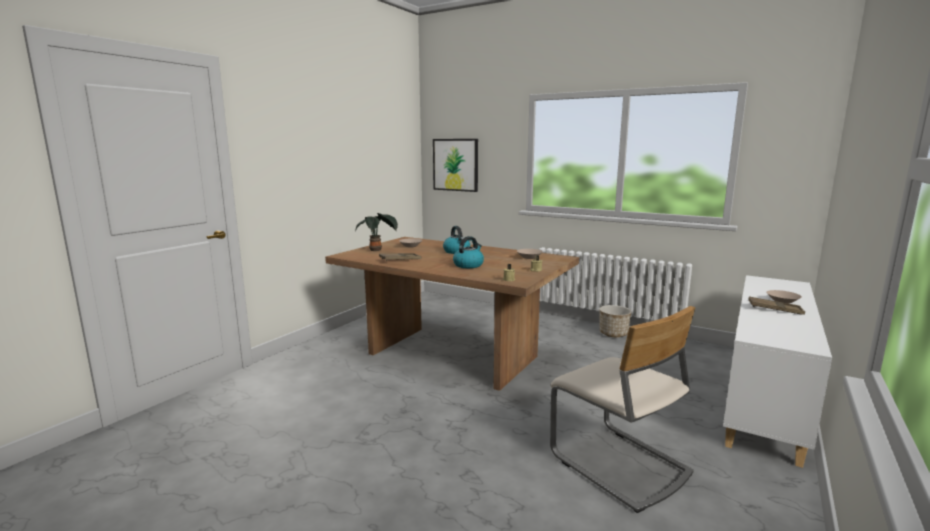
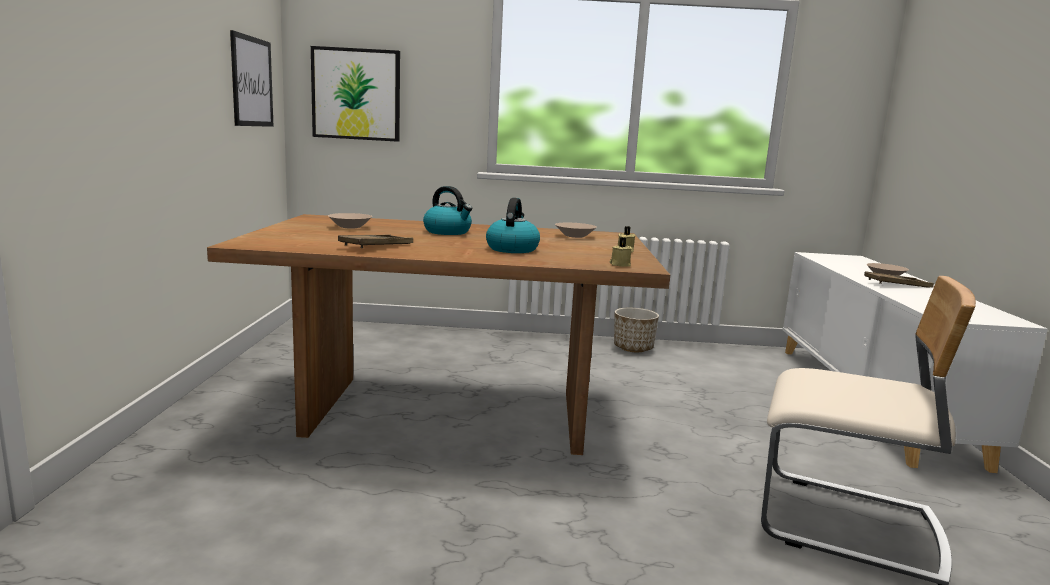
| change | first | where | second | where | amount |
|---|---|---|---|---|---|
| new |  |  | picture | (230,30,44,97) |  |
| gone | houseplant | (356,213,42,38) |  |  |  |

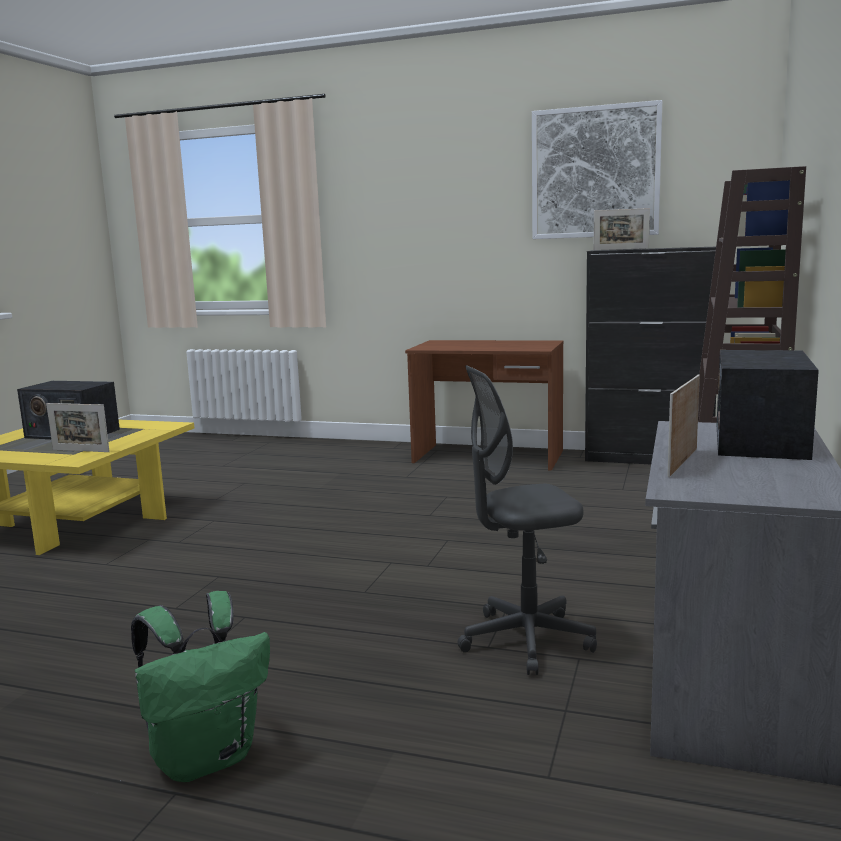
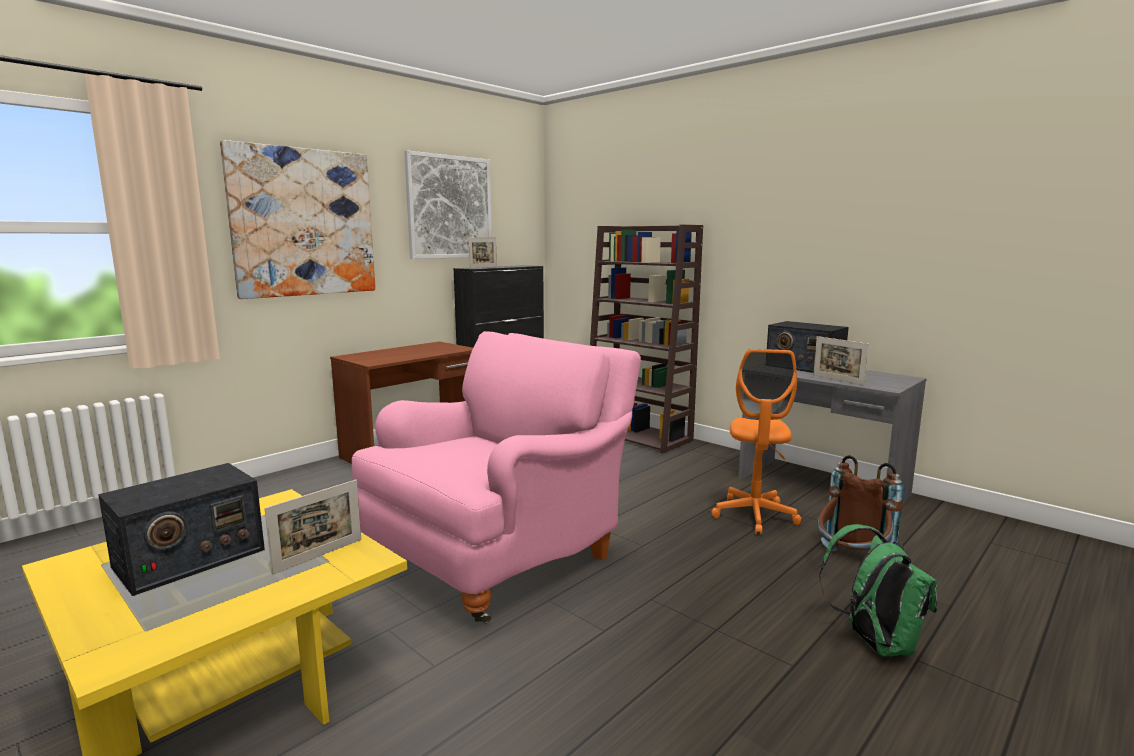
| change | first | where | second | where | amount |
|---|---|---|---|---|---|
| new |  |  | picture | (220,140,156,159) |  |
| new |  |  | armchair (pinkish) | (352,331,289,293) |  |
| repainted | office chair (gray) | (457,366,140,309) | office chair (orange) | (711,349,90,186) |  |
| new |  |  | rucksack (brown) | (818,455,86,98) |  |

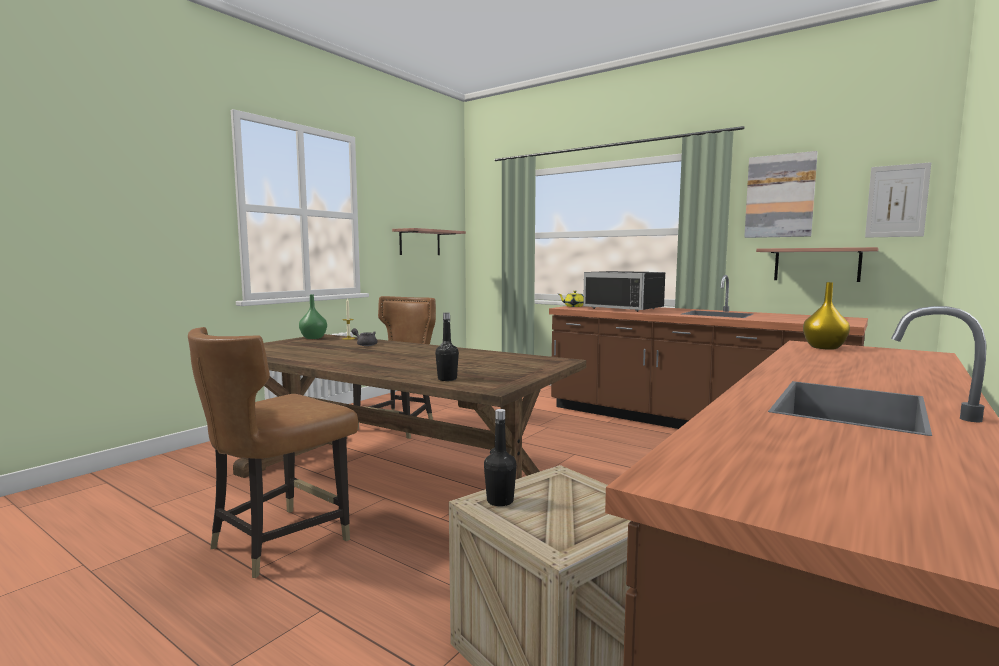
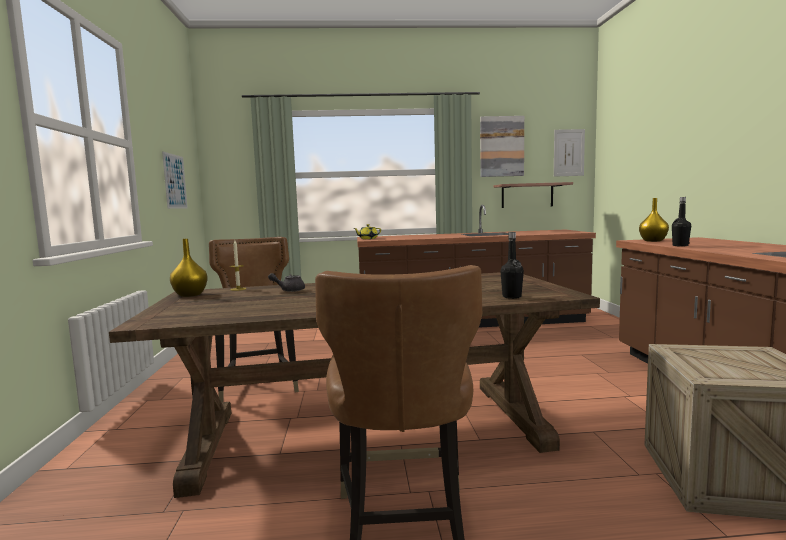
| change | first | where | second | where | amount |
|---|---|---|---|---|---|
| swapped | shelf | (392,228,74,27) | picture | (162,151,26,58) |  |
| repainted | flower vase (green) | (299,294,28,45) | flower vase (yellow-coloured) | (170,239,38,58) |  |
| shifted | drink bottle (black-coloured) | (484,409,33,97) |  | (672,197,19,49) |  |
| gone | microwave oven (black-coloured) | (583,271,82,41) |  |  |  |

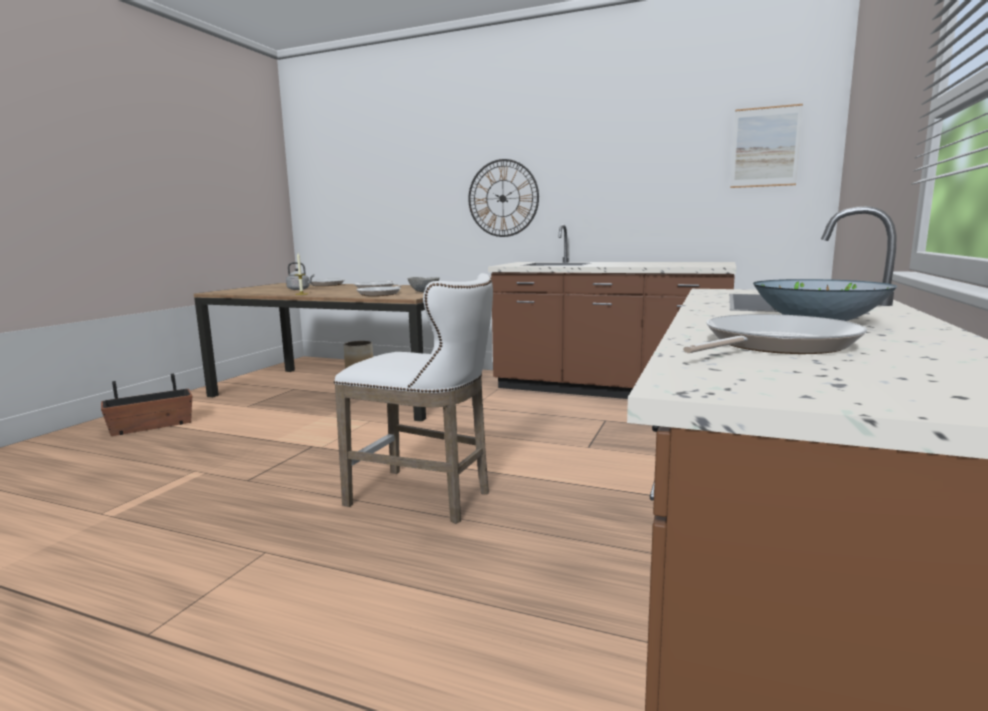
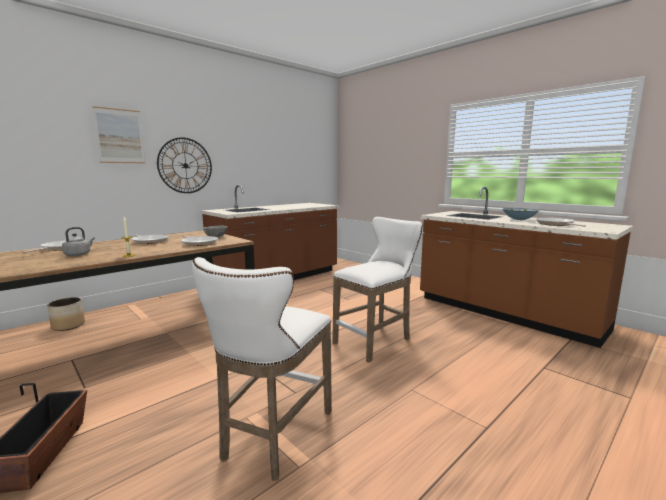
| change | first | where | second | where | amount |
|---|---|---|---|---|---|
| shifted | picture | (730,104,73,84) |  | (92,106,53,57) |  |
| new |  |  | stool (whitish) | (192,257,140,224) |  |

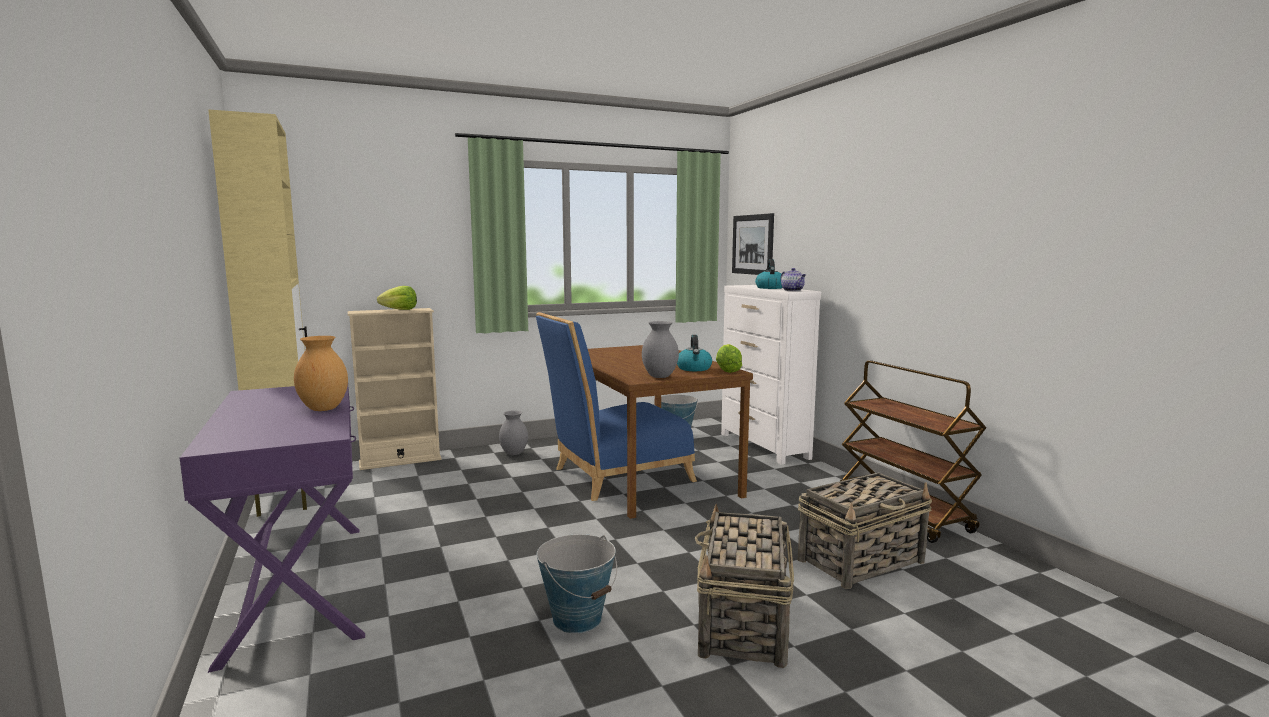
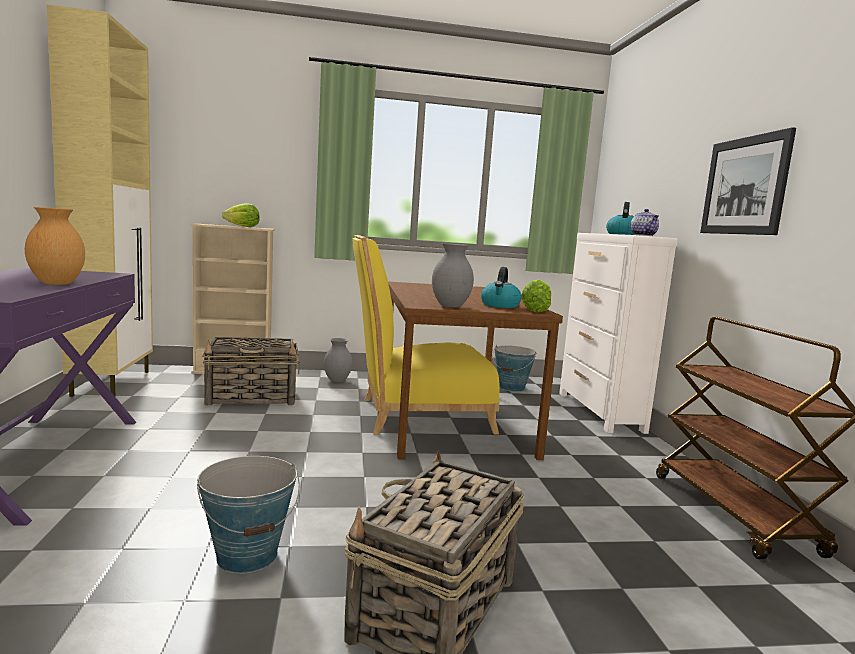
| change | first | where | second | where | amount |
|---|---|---|---|---|---|
| shifted | storage basket | (798,473,134,116) |  | (202,337,97,69) |  |
| repainted | upright chair (blue-coloured) | (536,312,161,189) | upright chair (yellow-coloured) | (352,235,148,200) |  |
| shifted | picture | (732,213,42,62) |  | (700,127,96,108) |  |

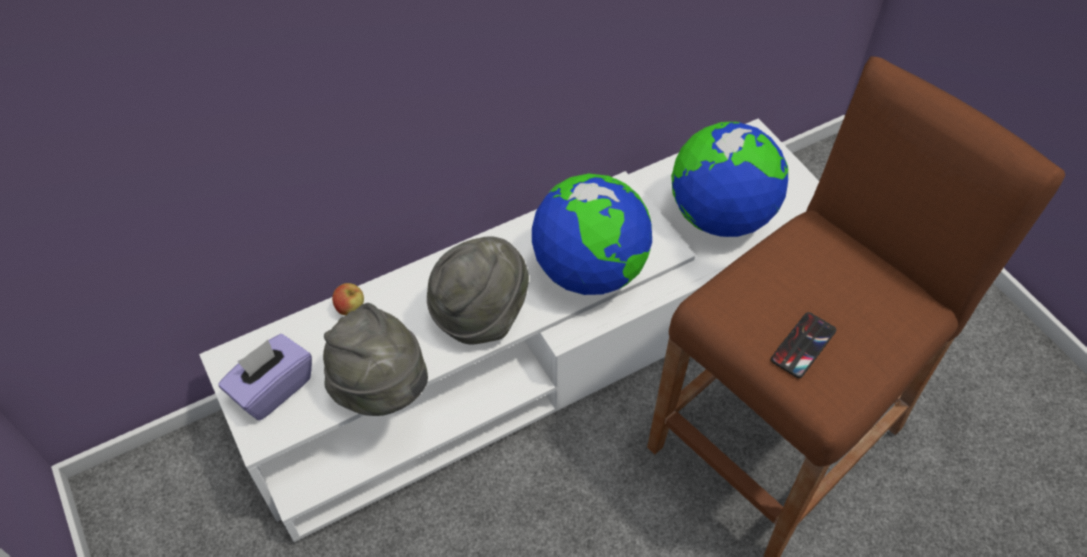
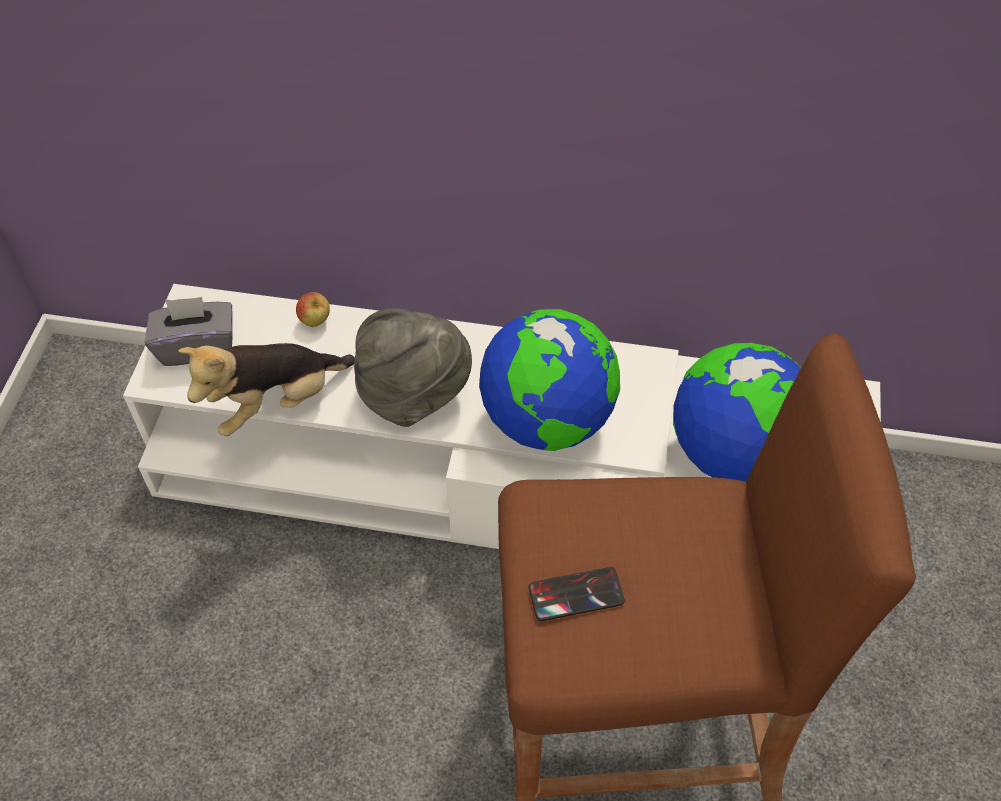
| change | first | where | second | where | amount |
|---|---|---|---|---|---|
| repainted | tissue holder (purple-coloured) | (218,334,94,86) | tissue holder (gray) | (145,297,88,69) |  |
| swapped | hat (gray) | (323,303,105,113) | soft toy | (178,343,177,93) |  |

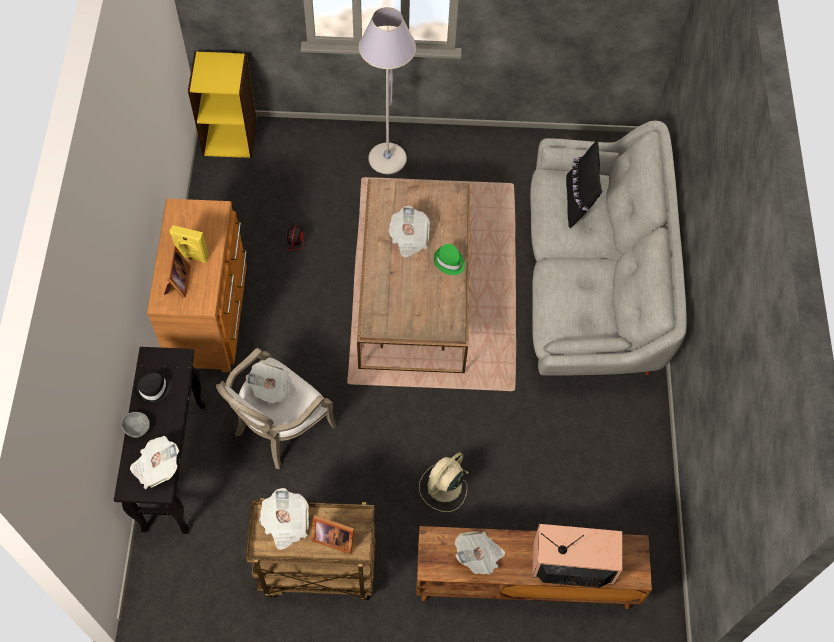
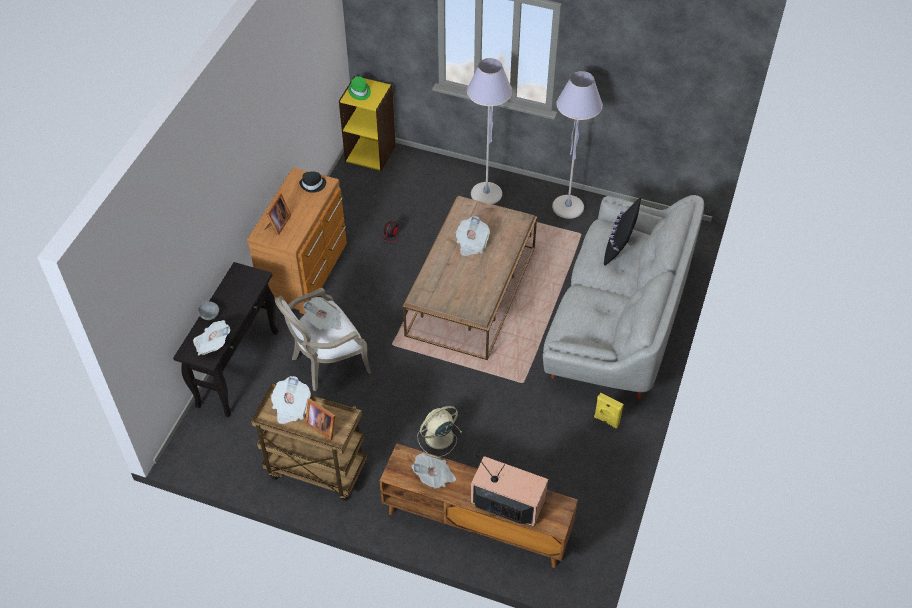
| change | first | where | second | where | amount |
|---|---|---|---|---|---|
| shifted | hat (black-coloured) | (135,373,36,31) |  | (299,172,27,21) |  |
| shifted | hat (green) | (434,244,31,31) |  | (348,77,23,23) |  |
| new |  |  | standard lamp (gray) | (552,71,51,148) |  |
| shifted | loudspeaker (yellow-coloured) | (170,225,39,38) |  | (594,393,30,35) |  |

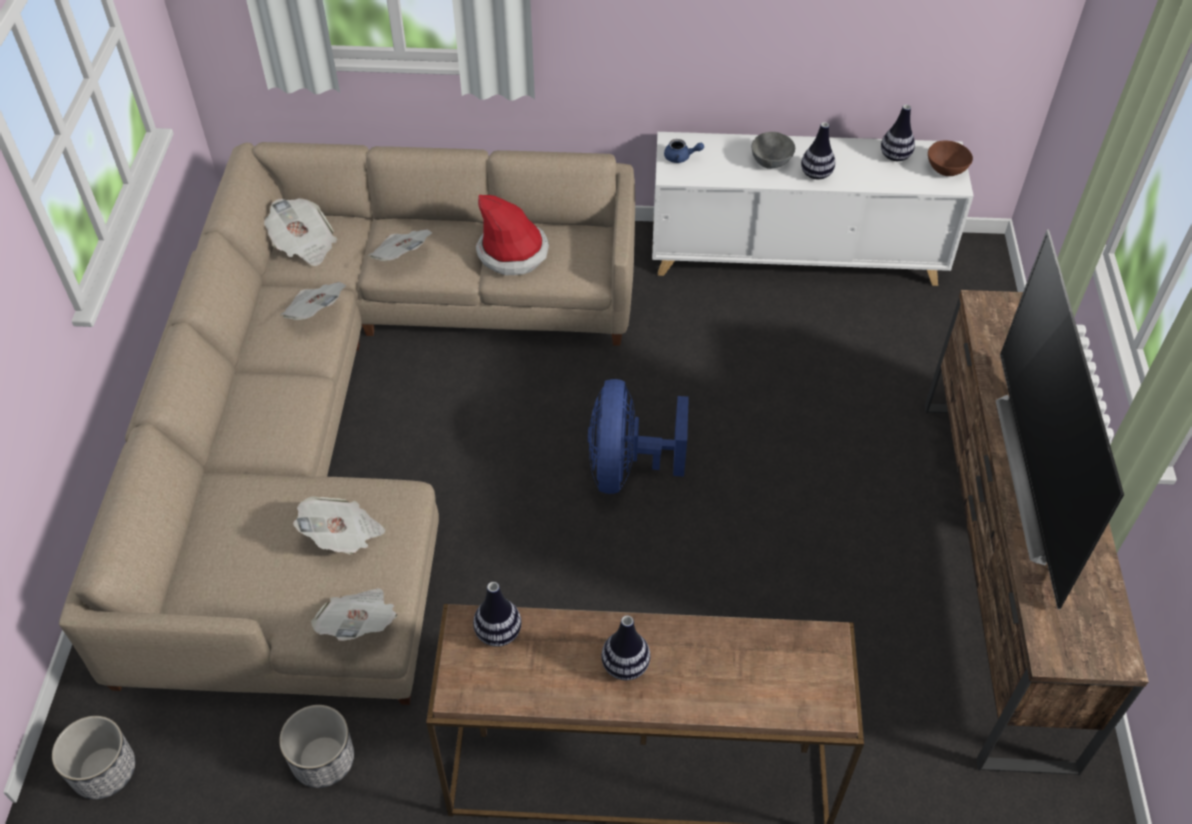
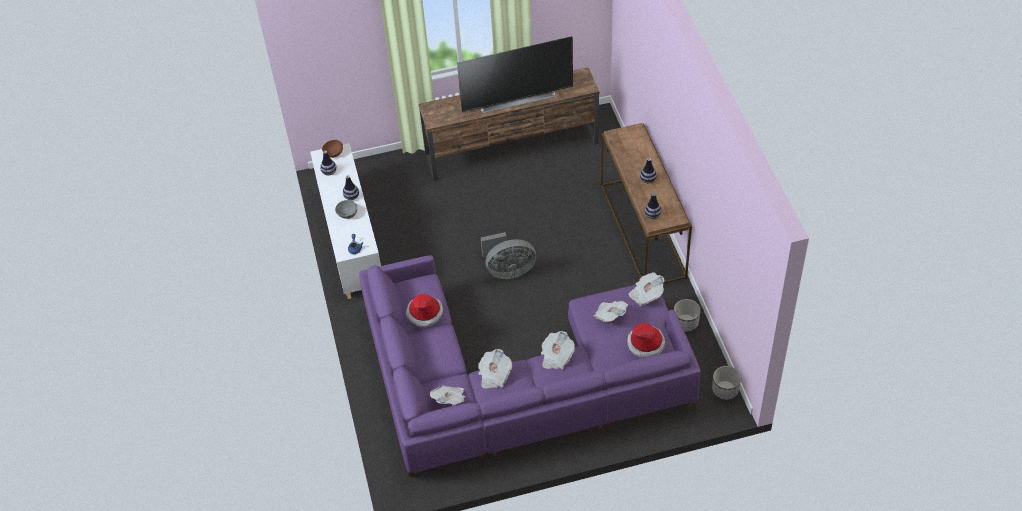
| change | first | where | second | where | amount |
|---|---|---|---|---|---|
| repainted | settee (beige-coloured) | (59,142,576,563) | settee (purple-coloured) | (359,255,342,222) |  |
| repainted | fan (blue-coloured) | (588,379,101,115) | fan (gray) | (481,232,55,47) |  |
| shifted | daily paper | (368,229,65,32) |  | (541,331,34,38) |  |
| new |  |  | hat | (628,323,37,35) |  |

